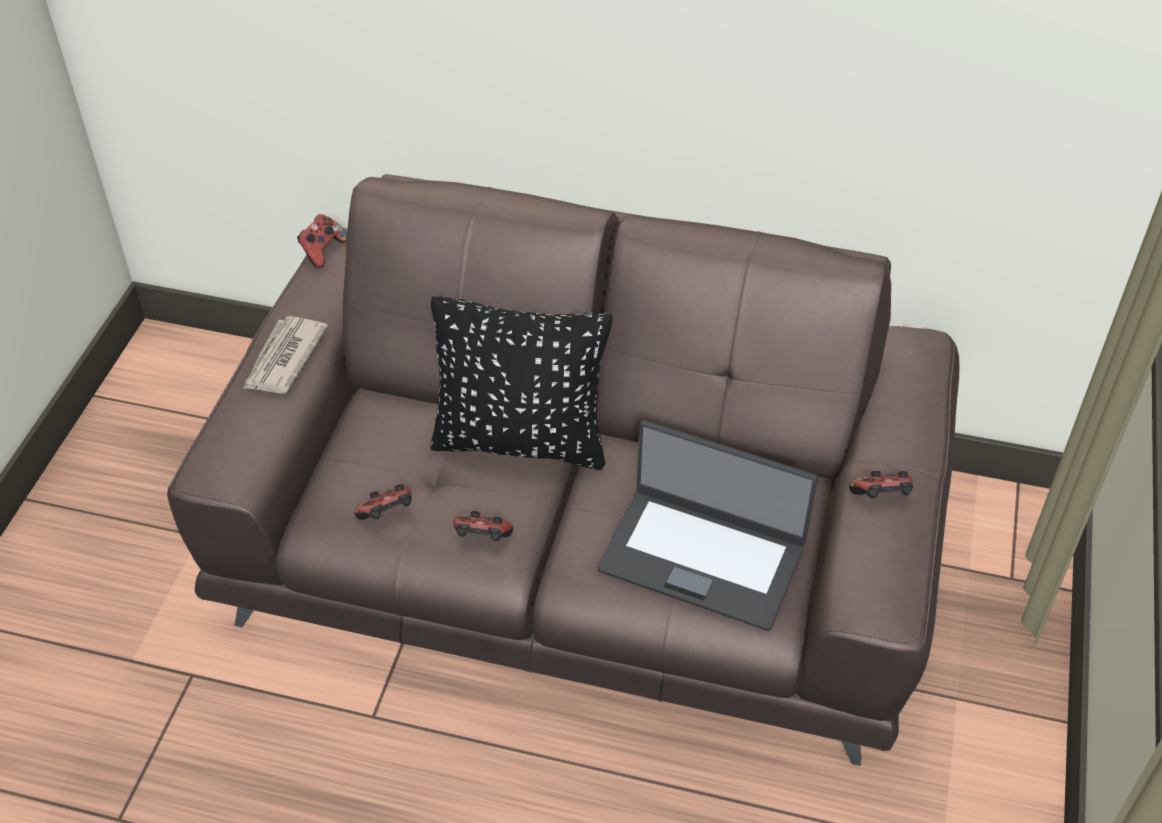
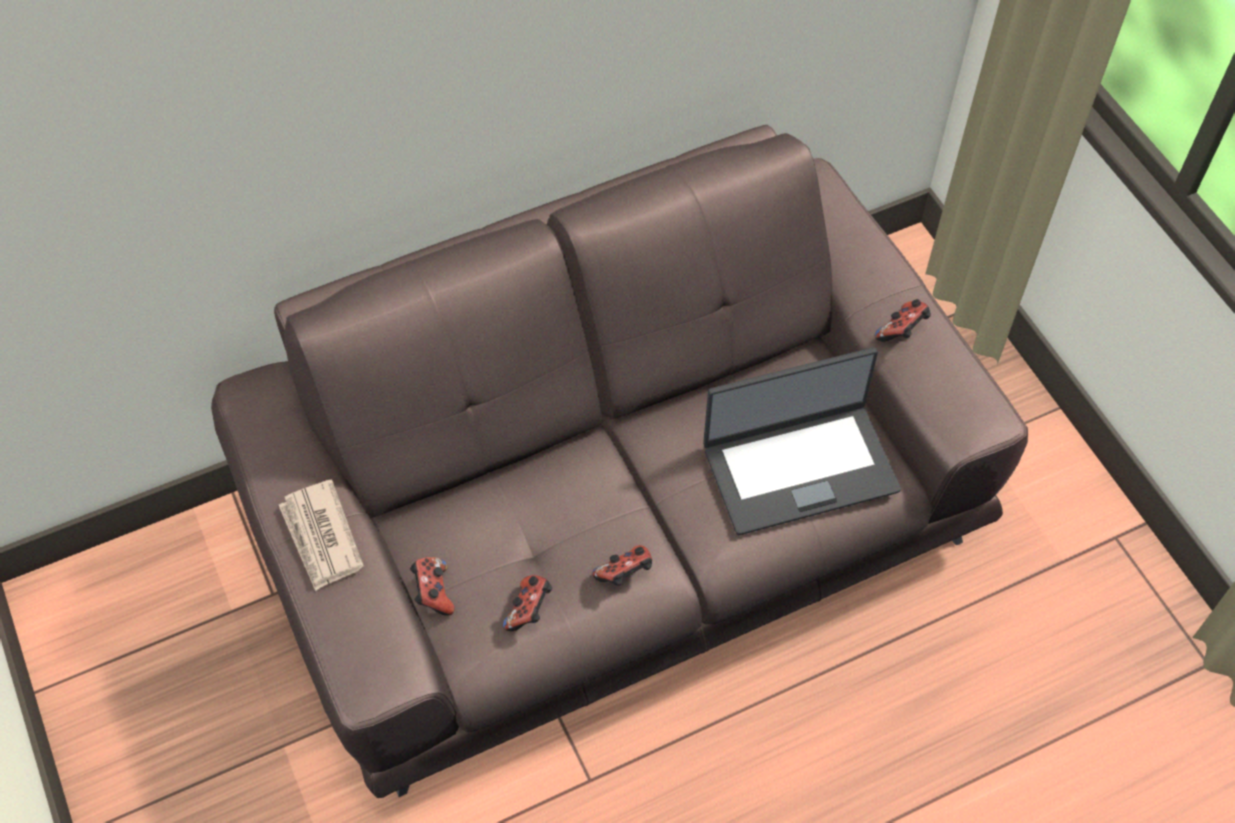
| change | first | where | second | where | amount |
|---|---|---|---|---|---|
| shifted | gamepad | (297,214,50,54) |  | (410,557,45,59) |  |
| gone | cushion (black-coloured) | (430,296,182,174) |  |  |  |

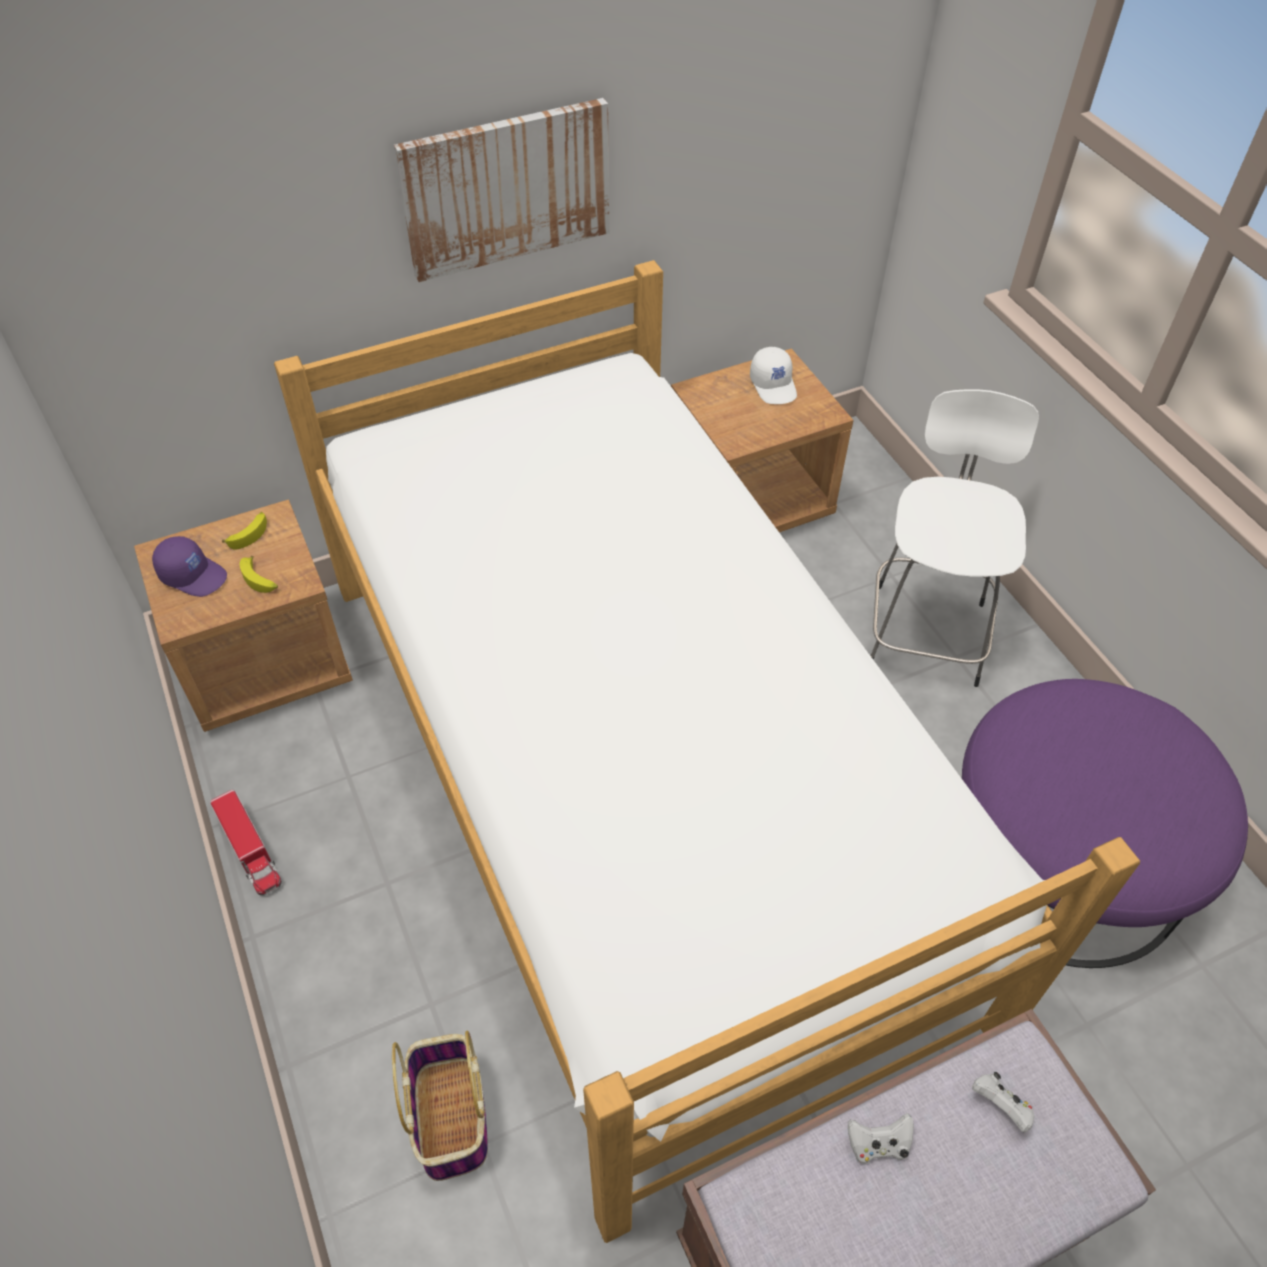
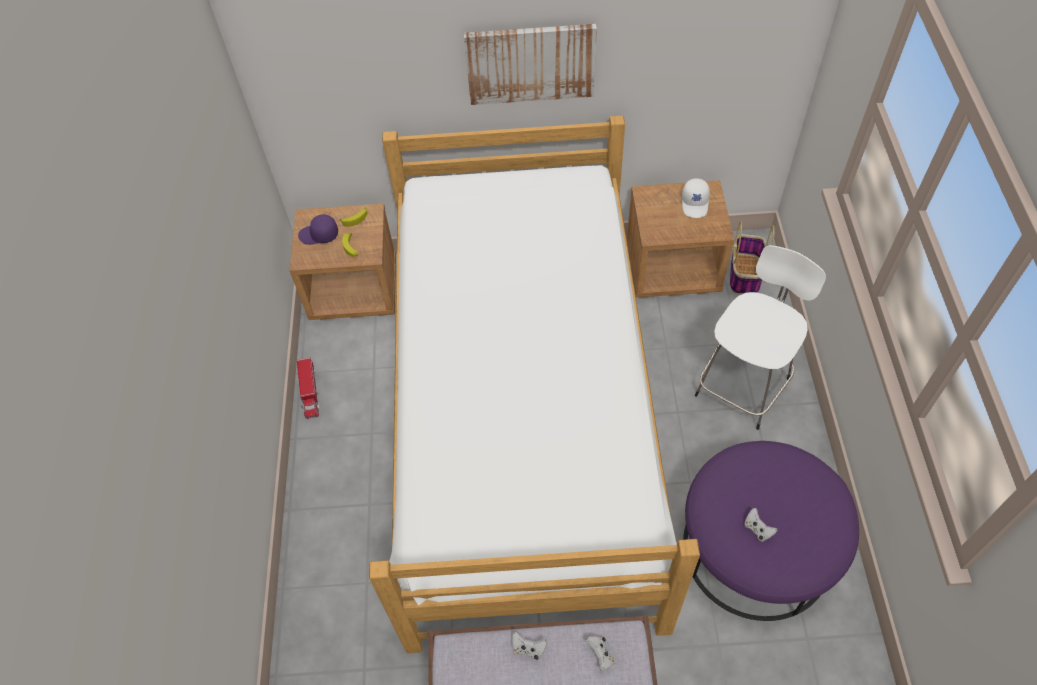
| change | first | where | second | where | amount |
|---|---|---|---|---|---|
| rotated | baseball cap (purple-coloured) | (152,536,75,61) |  | (298,215,40,30) | 135 degrees clockwise |
| shifted | storage basket | (392,1031,96,150) |  | (730,221,45,73) |  |
| new |  |  | gamepad (whitish) | (744,508,33,34) |  |

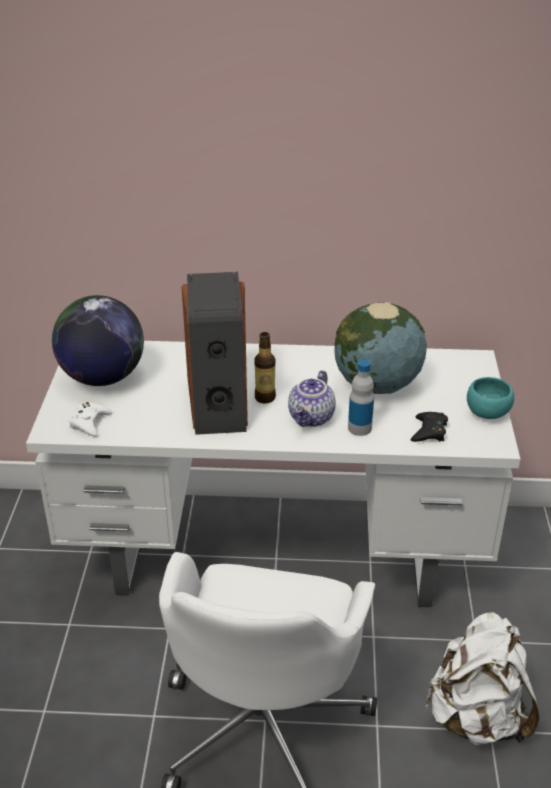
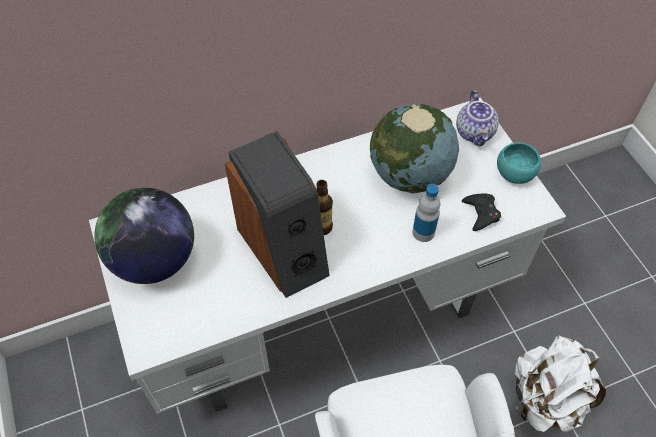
| change | first | where | second | where | amount |
|---|---|---|---|---|---|
| shifted | pot for tea | (288,370,48,57) |  | (456,90,43,56) |  |
| gone | gamepad (whitish) | (69,402,43,35) |  |  |  |

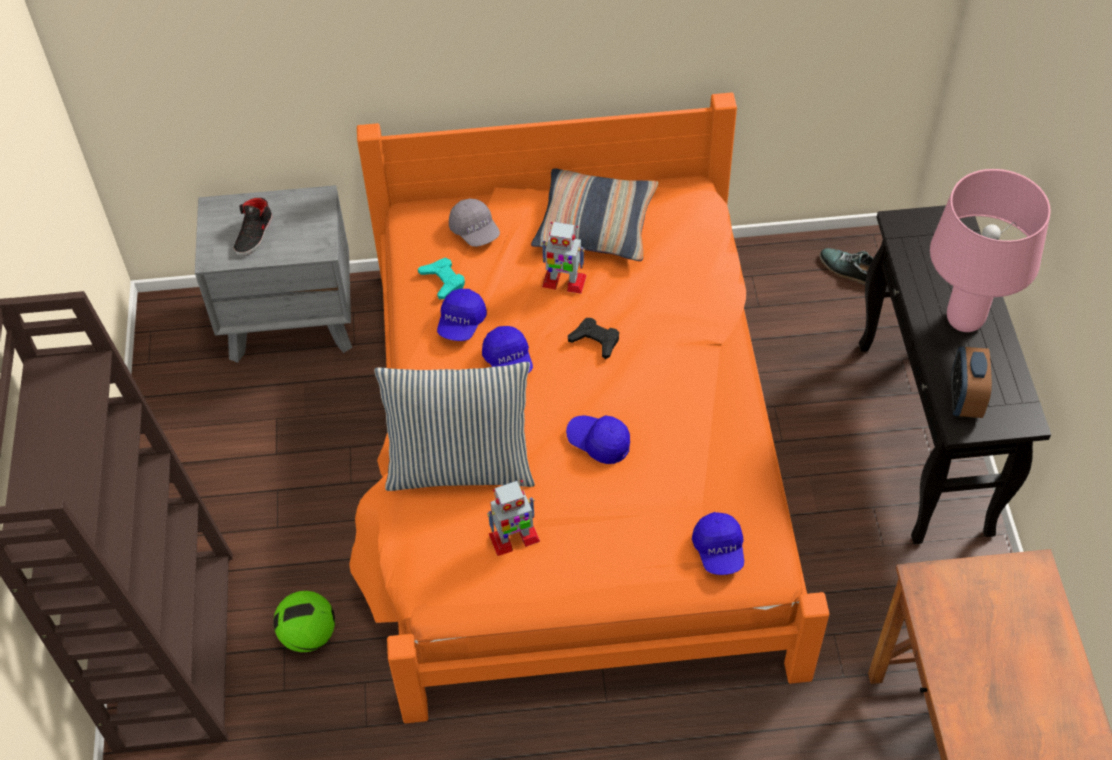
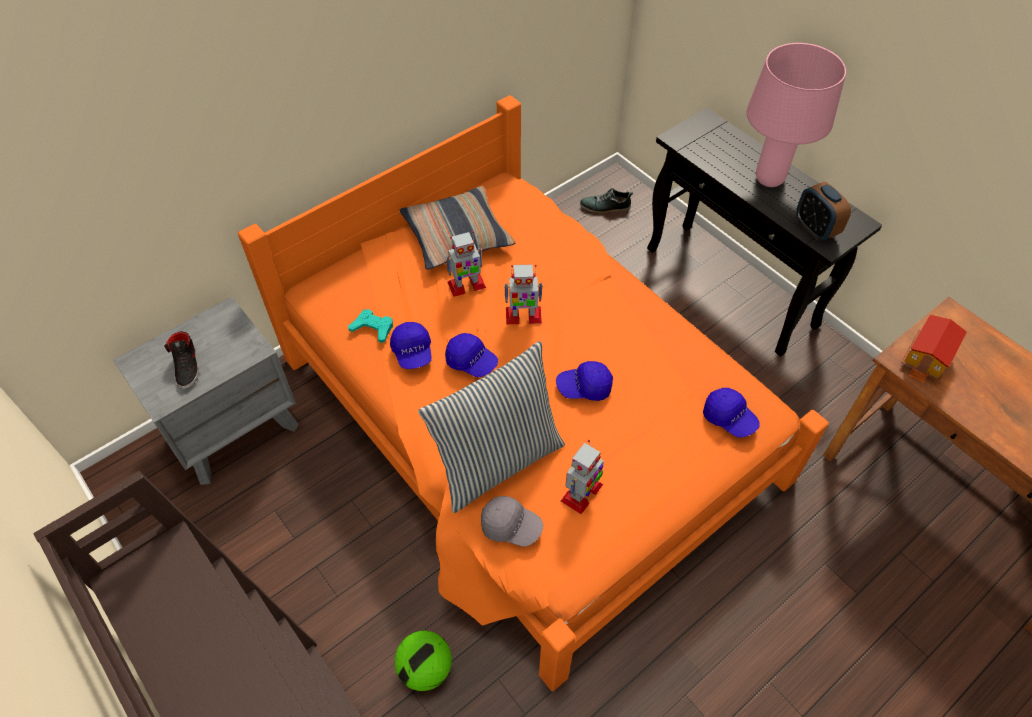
| change | first | where | second | where | amount |
|---|---|---|---|---|---|
| shifted | baseball cap (gray) | (449,199,51,48) |  | (481,496,62,51) |  |
| swapped | gamepad (black-coloured) | (568,318,51,41) | toy robot | (504,265,39,59) |  |
| new |  |  | model house | (901,314,66,69) |  |

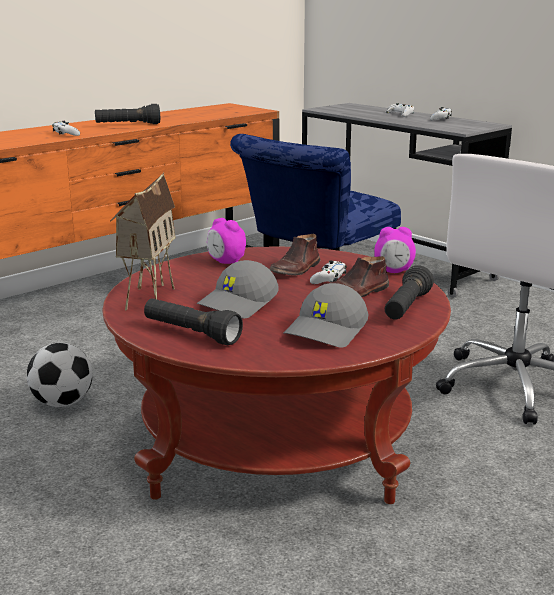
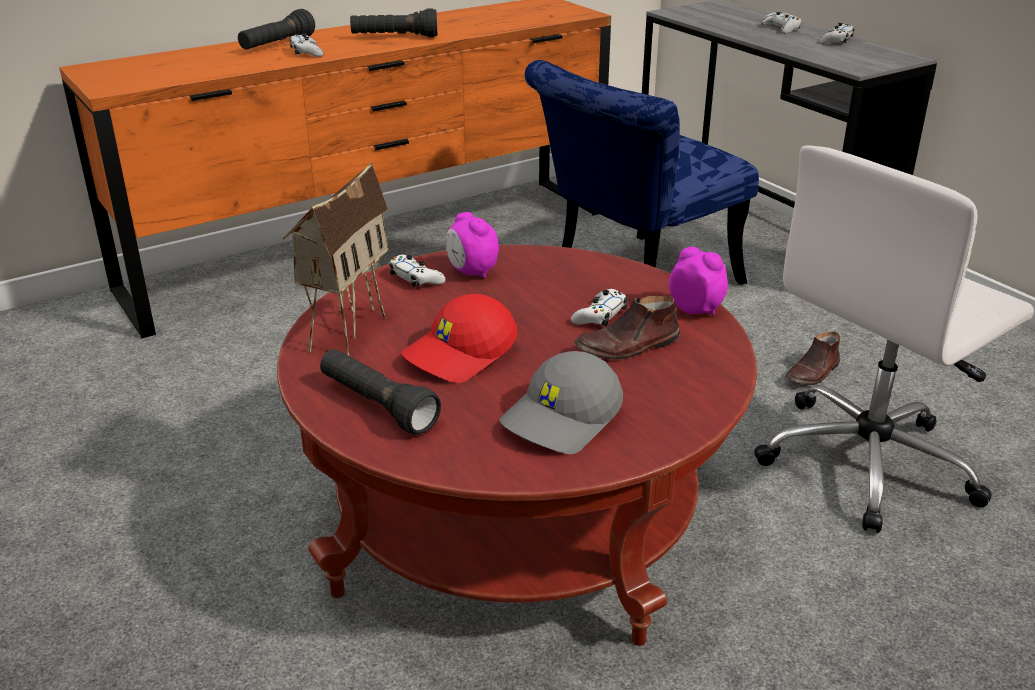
| change | first | where | second | where | amount |
|---|---|---|---|---|---|
| shifted | hand torch (black-coloured) | (385,265,49,54) |  | (238,9,77,40) |  |
| new |  |  | gamepad (whitish) | (390,255,56,32) |  |
| repainted | baseball cap (gray) | (197,260,82,58) | baseball cap (red) | (401,294,116,89) |  |
| rotated | bedside clock | (374,227,42,46) |  | (669,246,59,70) | 150 degrees counterclockwise |
| shifted | low shoe (brown) | (269,234,51,42) |  | (785,332,55,53) |  |
| gone | football | (27,343,66,64) |  |  |  |

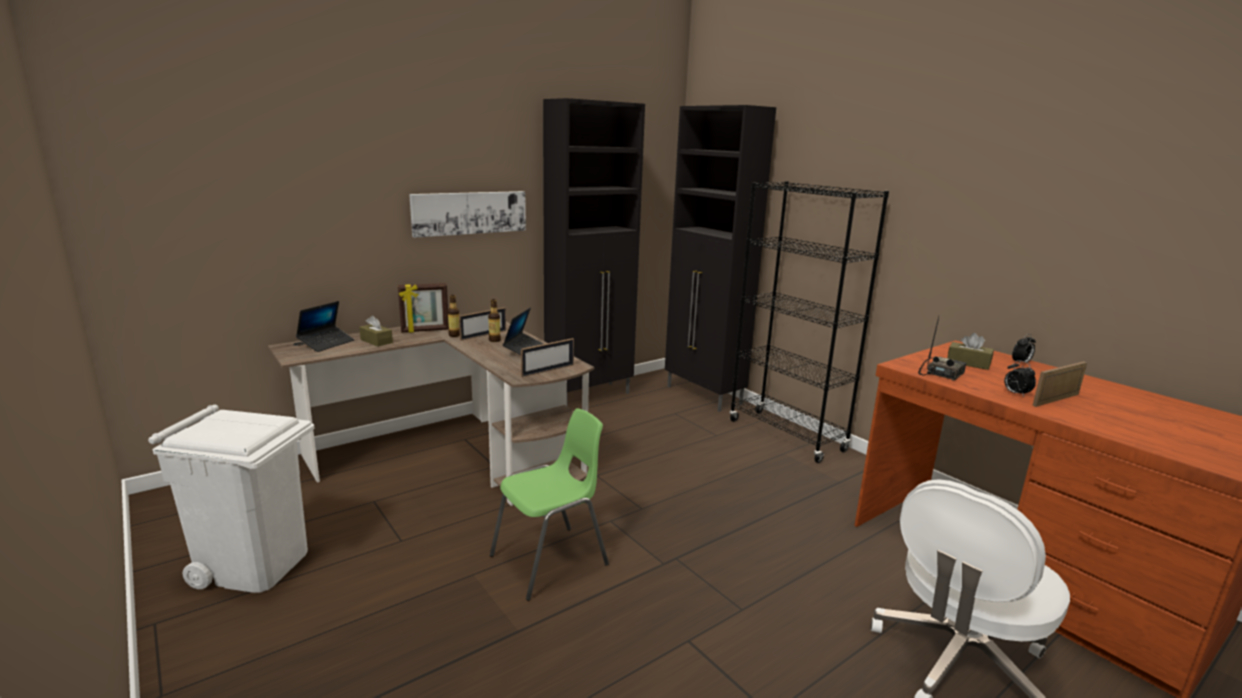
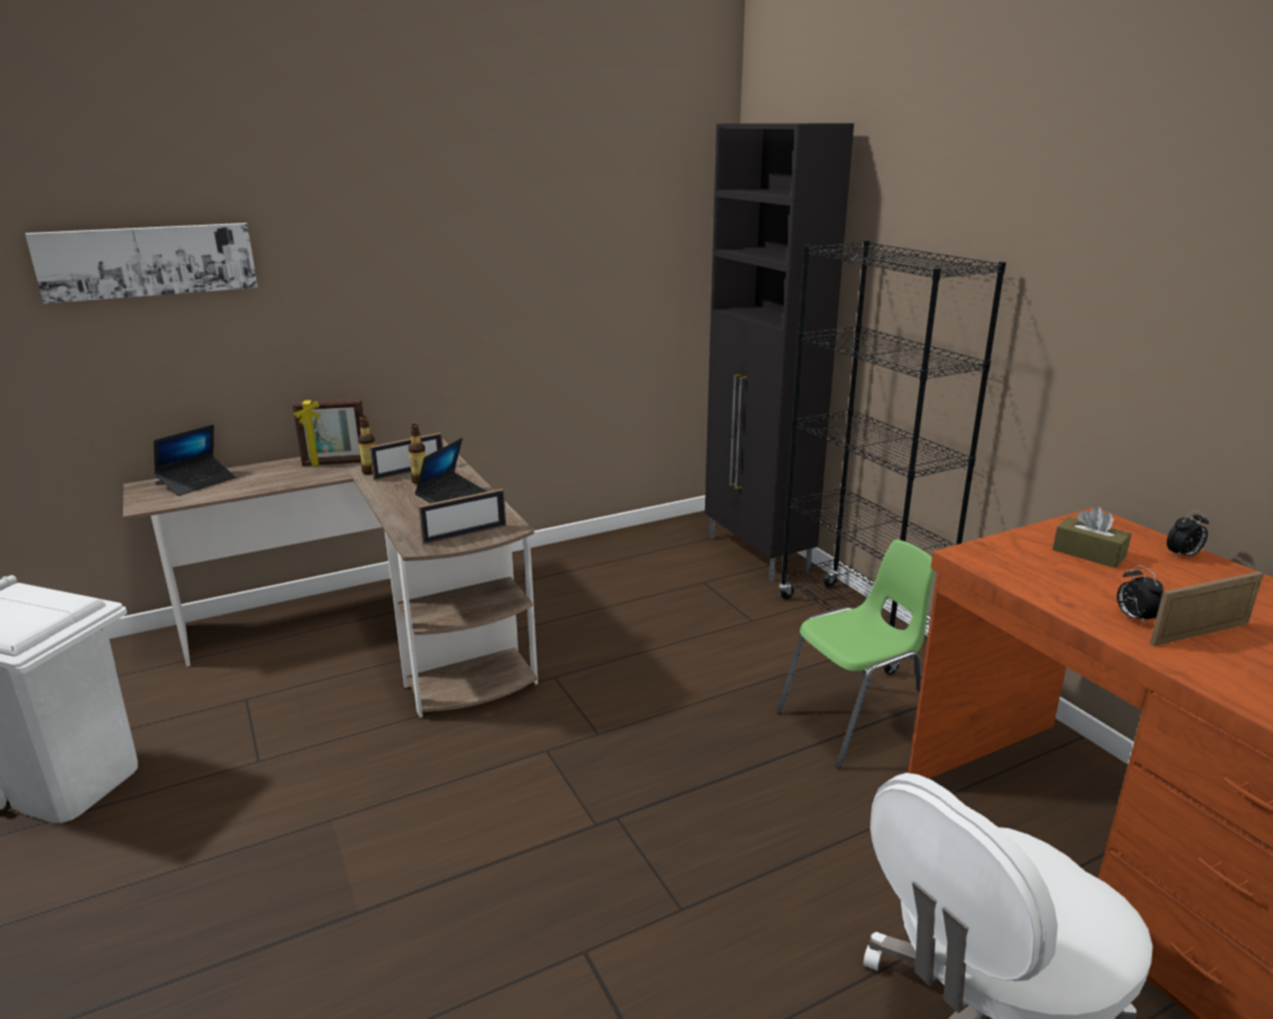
| change | first | where | second | where | amount |
|---|---|---|---|---|---|
| shifted | picture | (409,191,117,47) |  | (25,223,233,81) |  |
| shifted | upright chair (green) | (490,408,119,193) |  | (777,539,158,230) |  |
| gone | tissue holder (brown) | (359,316,34,31) |  |  |  |
| gone | cupboard (black-coloured) | (543,98,102,303) |  |  |  |
| gone | radio set | (918,317,48,64) |  |  |  |

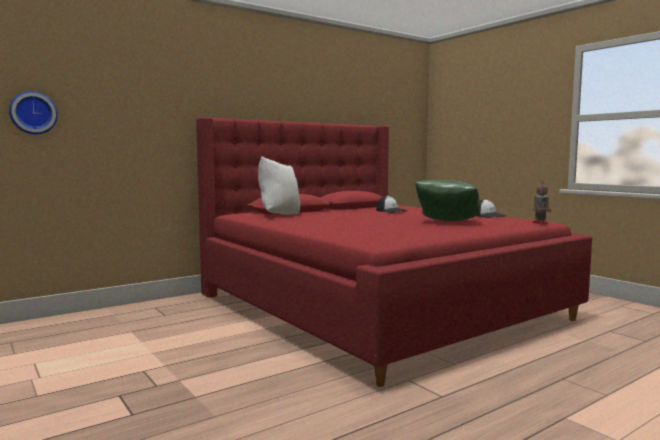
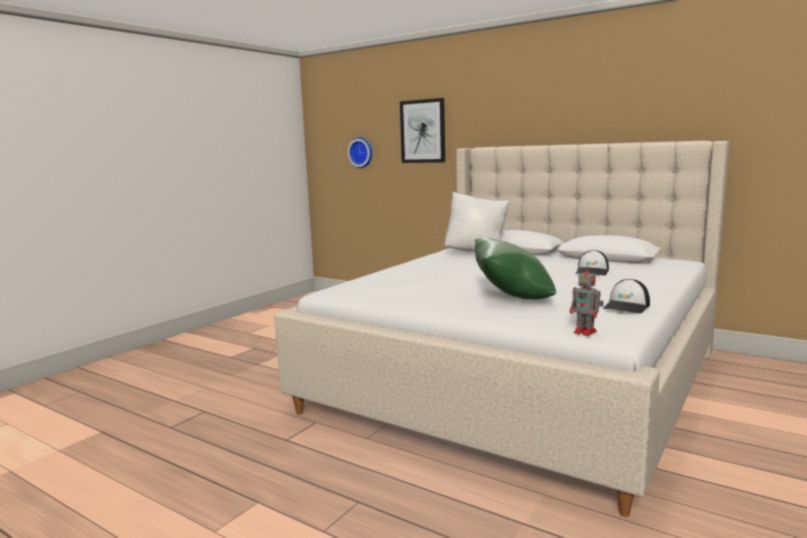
| change | first | where | second | where | amount |
|---|---|---|---|---|---|
| repainted | bed (red) | (196,117,396,270) | bed (beige-coloured) | (274,141,456,376) |  |
| new |  |  | picture | (400,98,45,65) |  |

